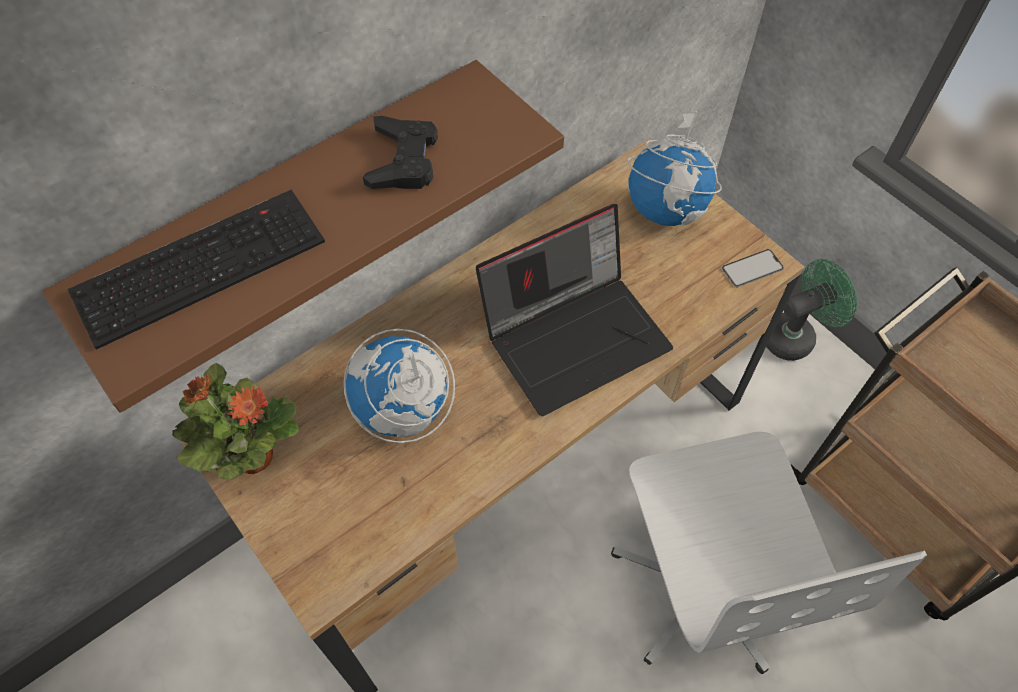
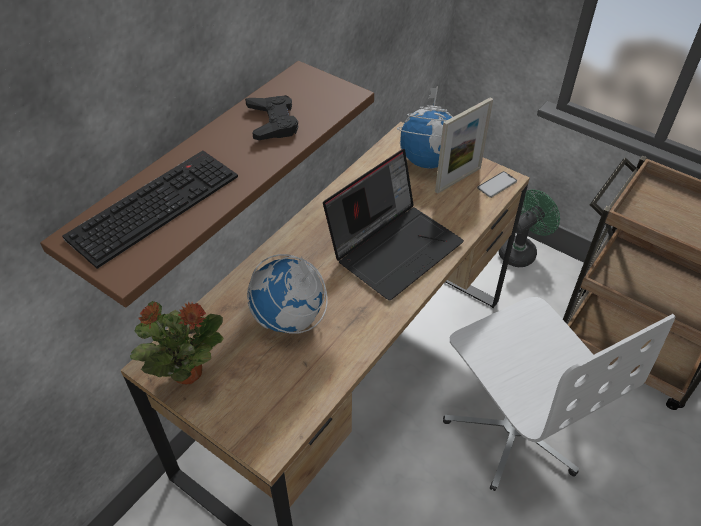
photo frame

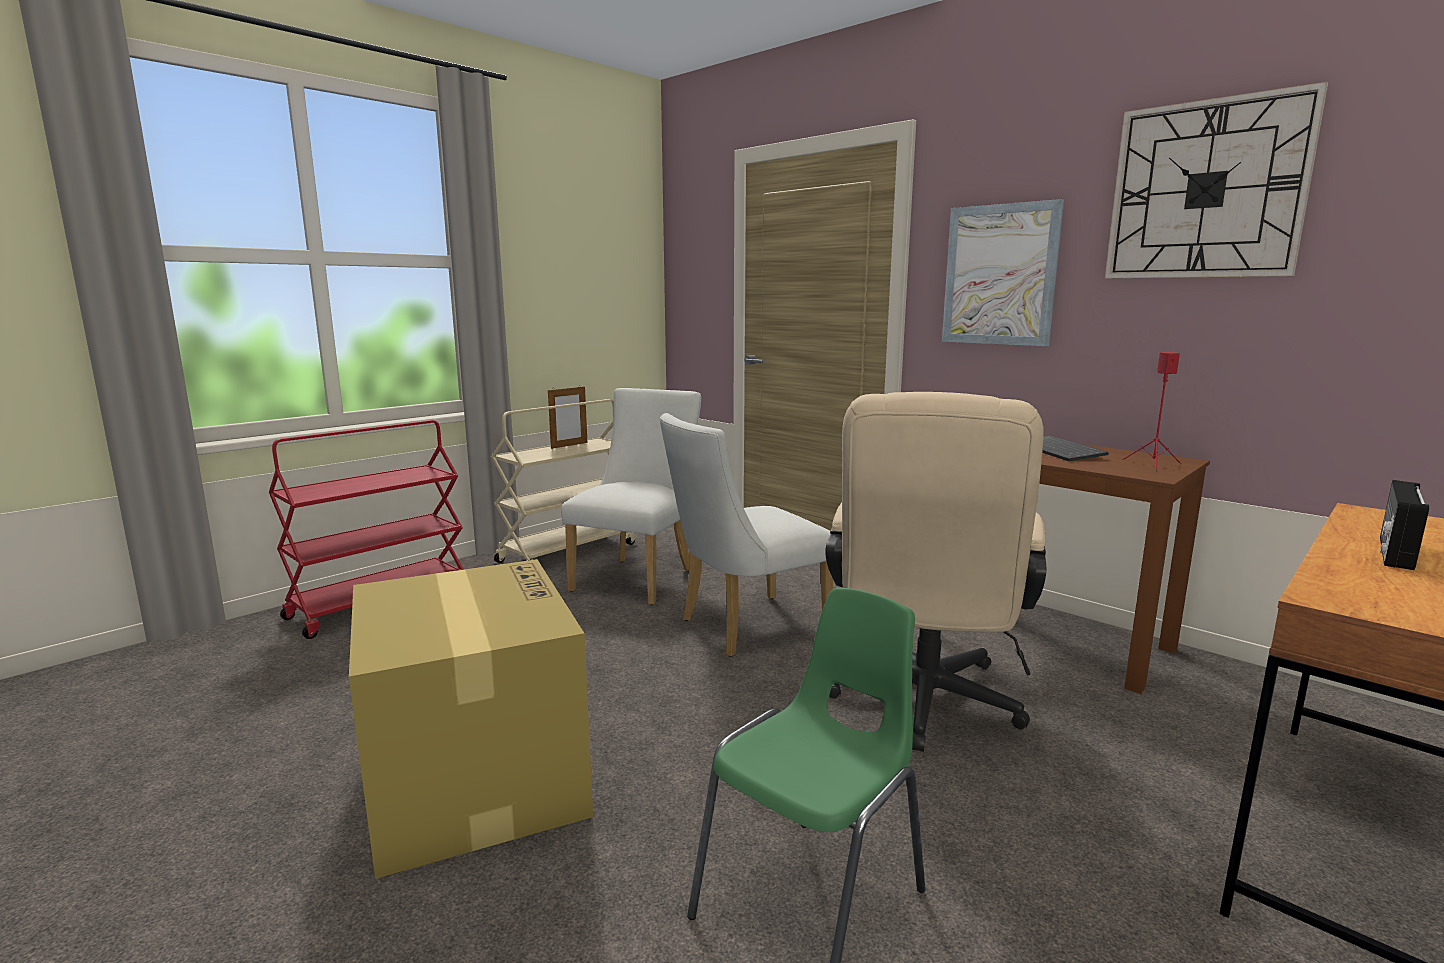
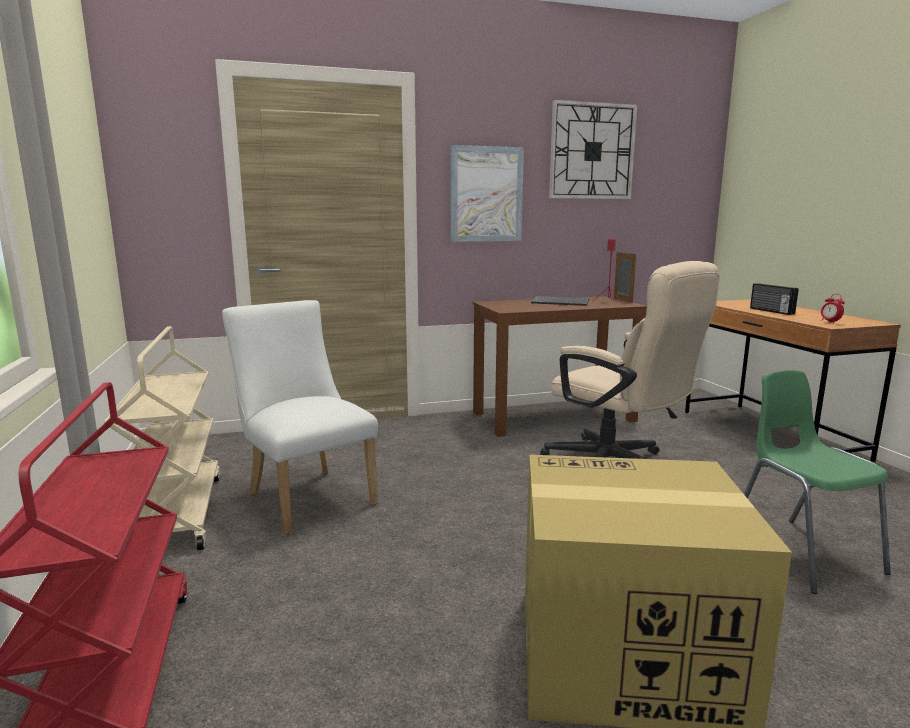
whitish plain chair (no. 2 from left in the first image)
bedside clock
photo frame

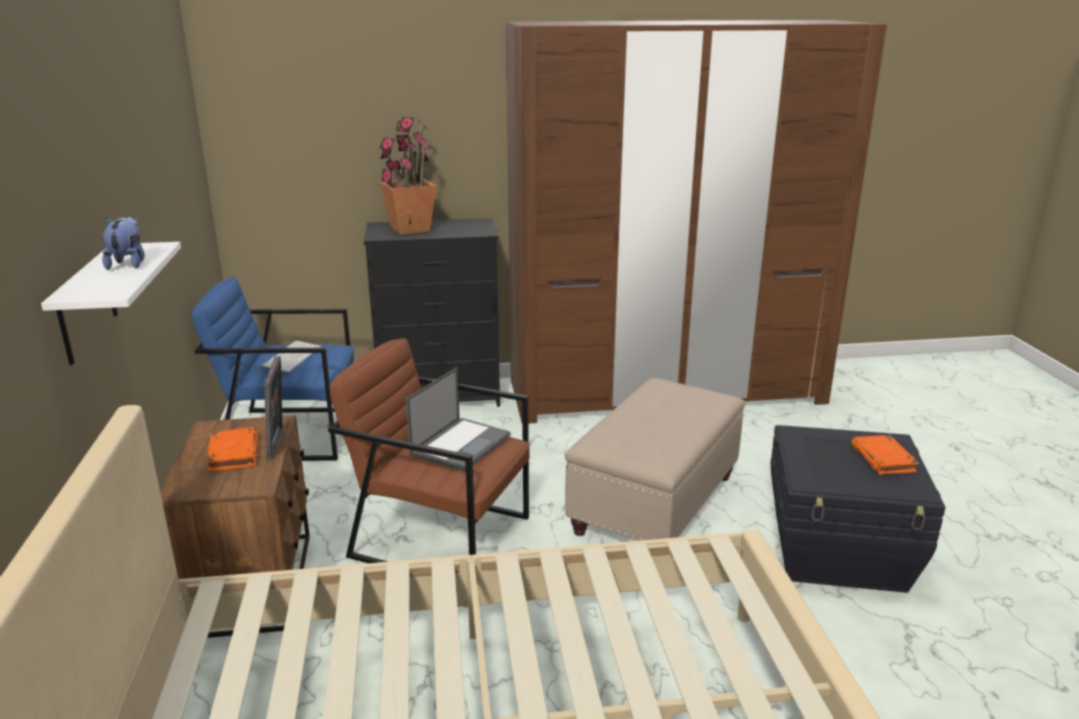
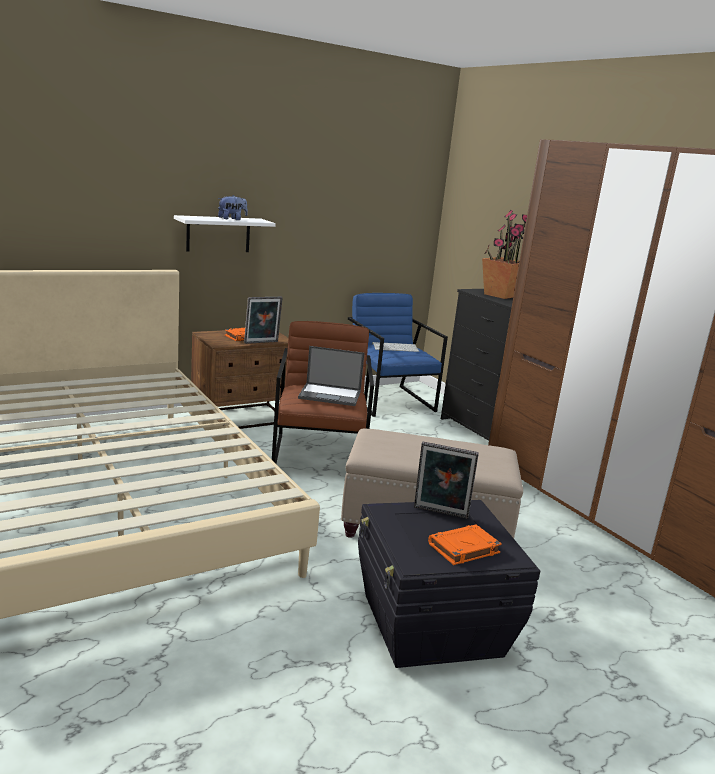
photo frame (no. 2 from left)

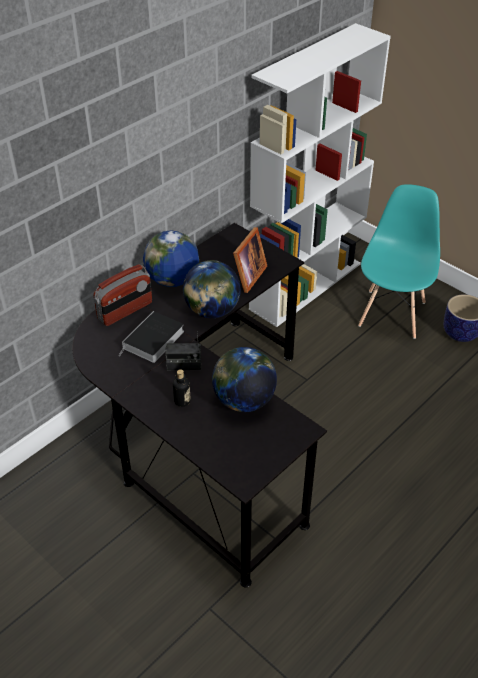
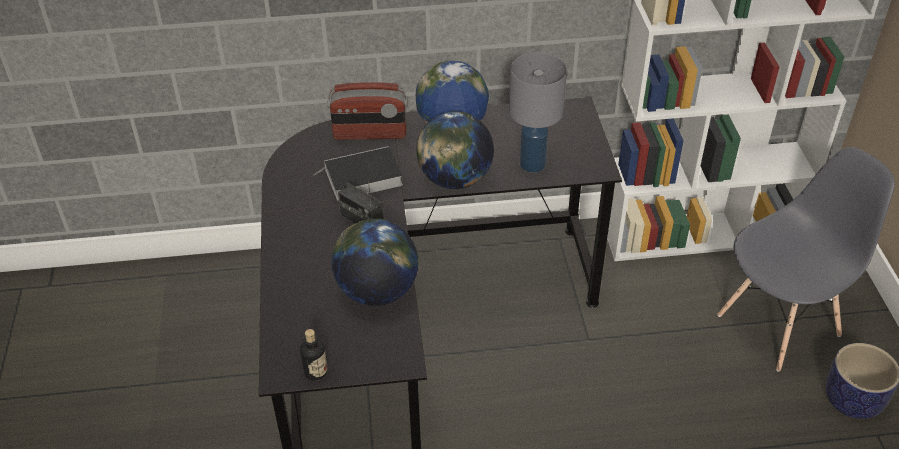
bottle
gray lamp for a table
gray plain chair

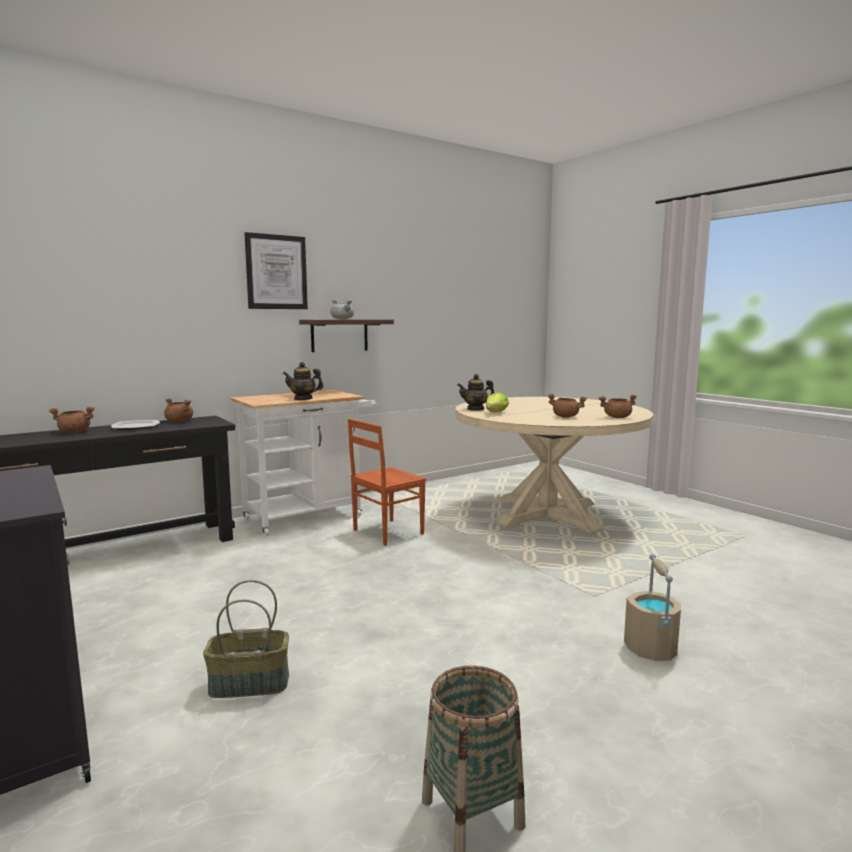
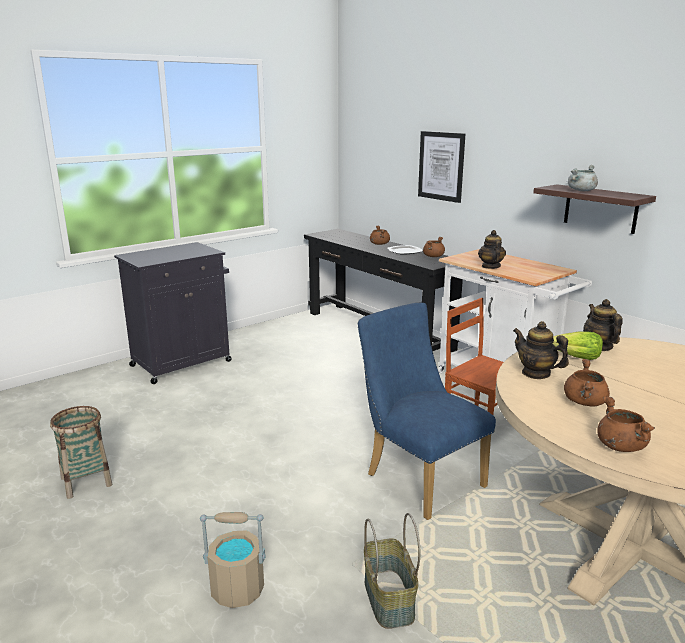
bluish plain chair
teapot (no. 2 from left)
storage basket (no. 2 from left)
picture

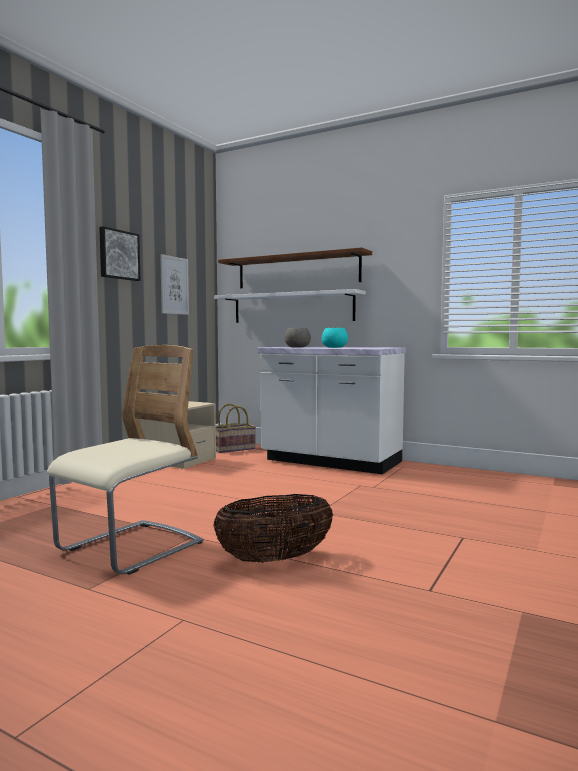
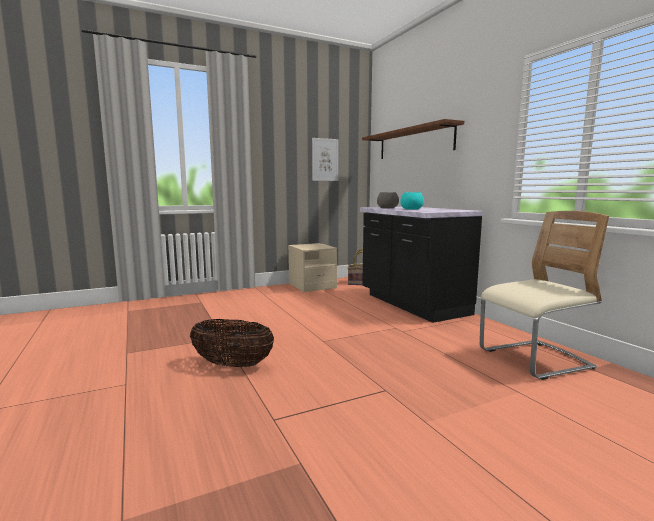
picture (no. 1 from left in the first image)
whitish bracket shelf
sand-coloured plain chair
blackish kitchen base unit

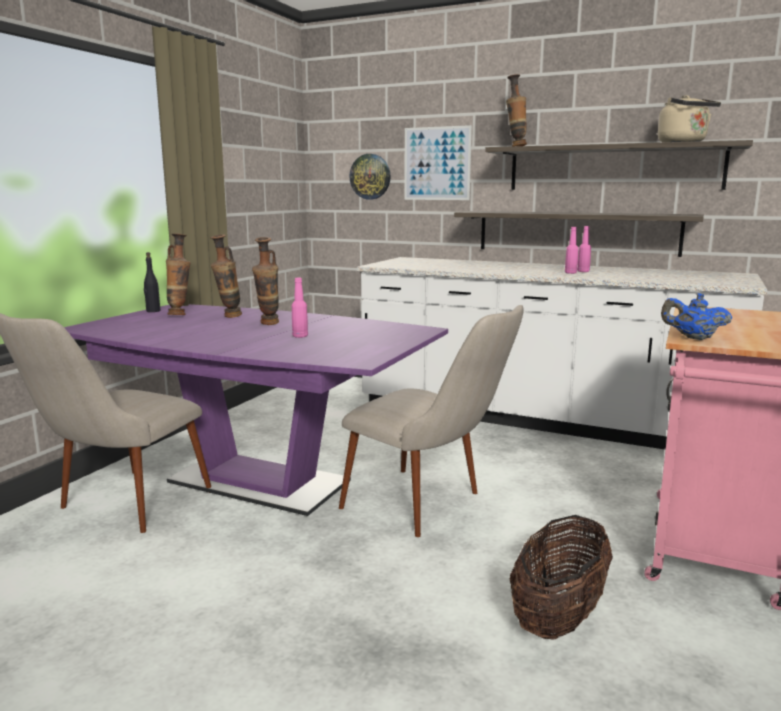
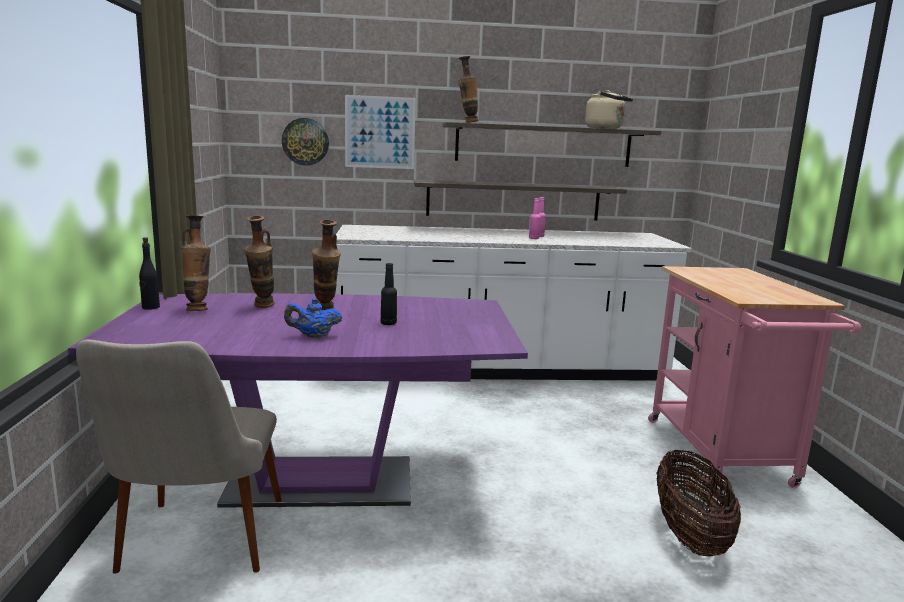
sand-coloured plain chair (no. 2 from left in the first image)
bluish teapot
blackish bottle (no. 2 from left)

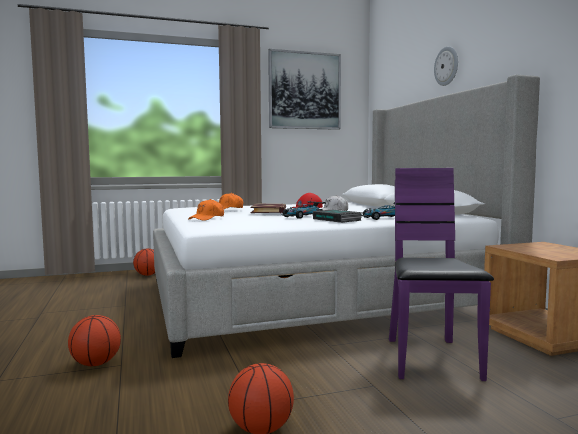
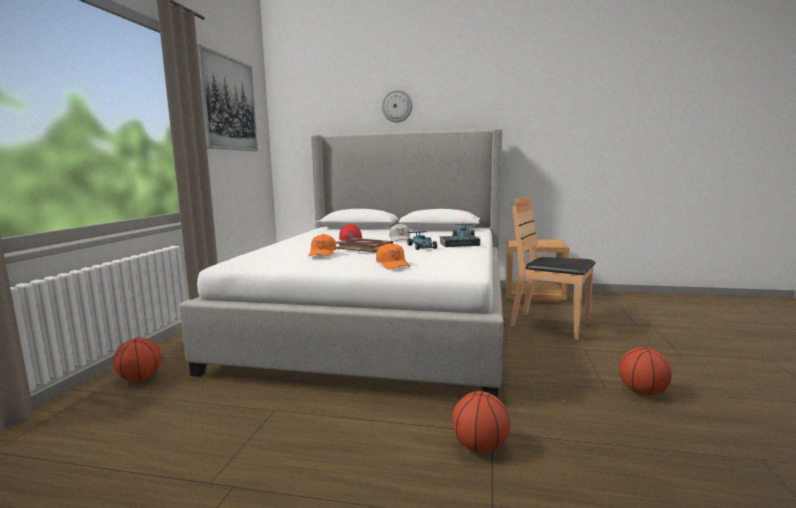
brown-coloured plain chair

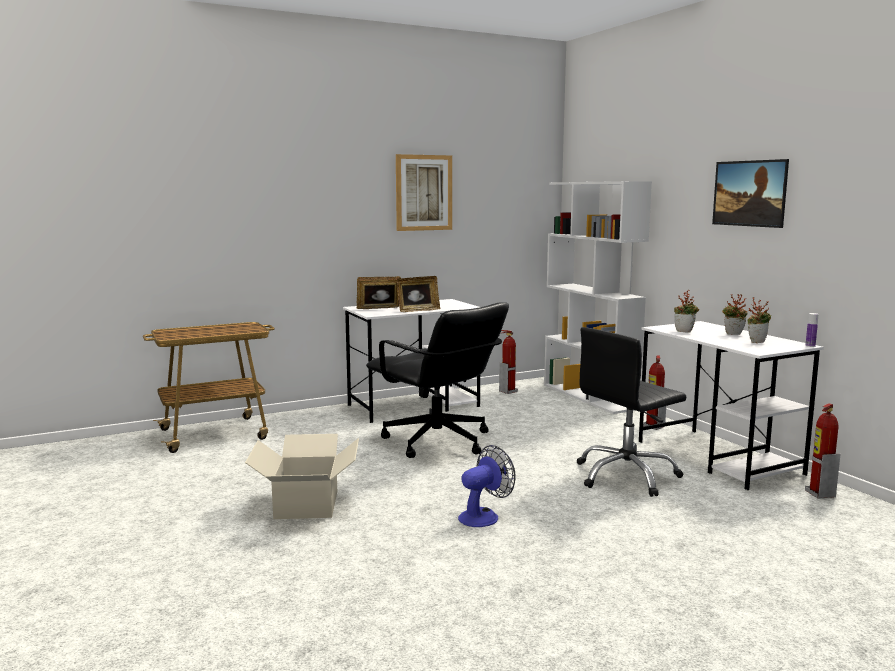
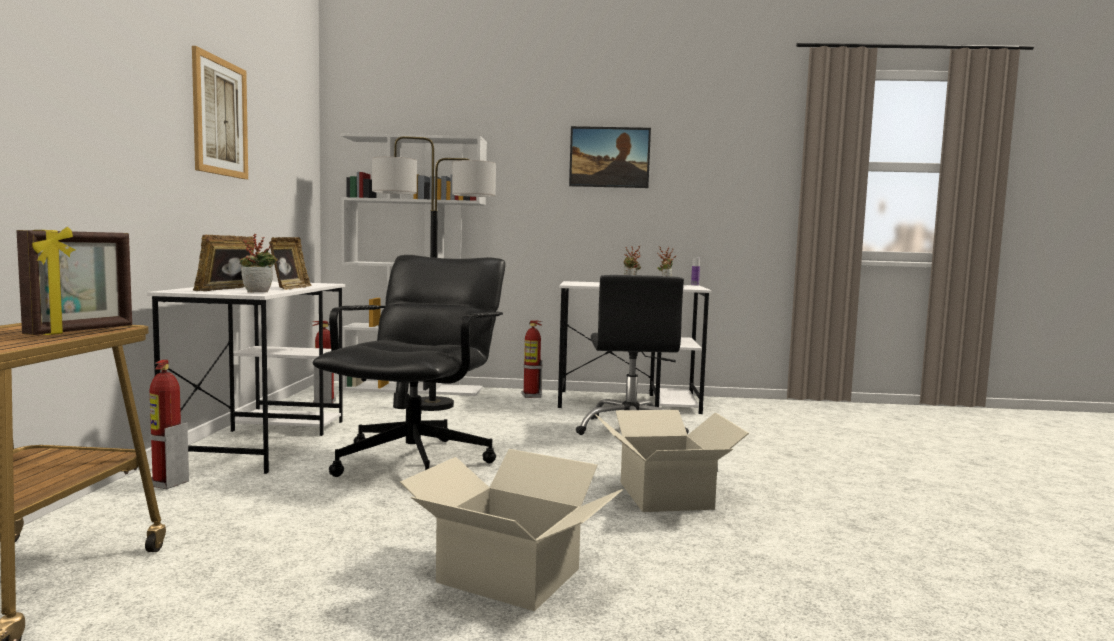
photo frame (no. 1 from left)
standing lamp
plant in a pot (no. 1 from left)
fire-fighting cylinder (no. 1 from left)
cardboard box (no. 2 from left)
blackish office chair (no. 1 from left)

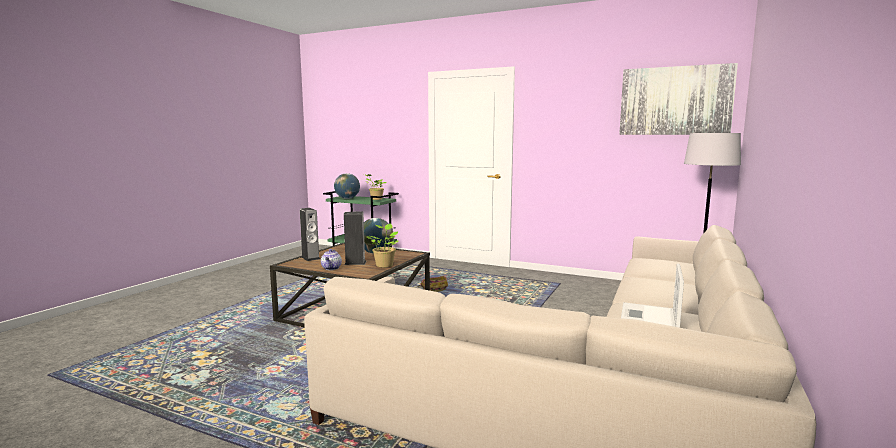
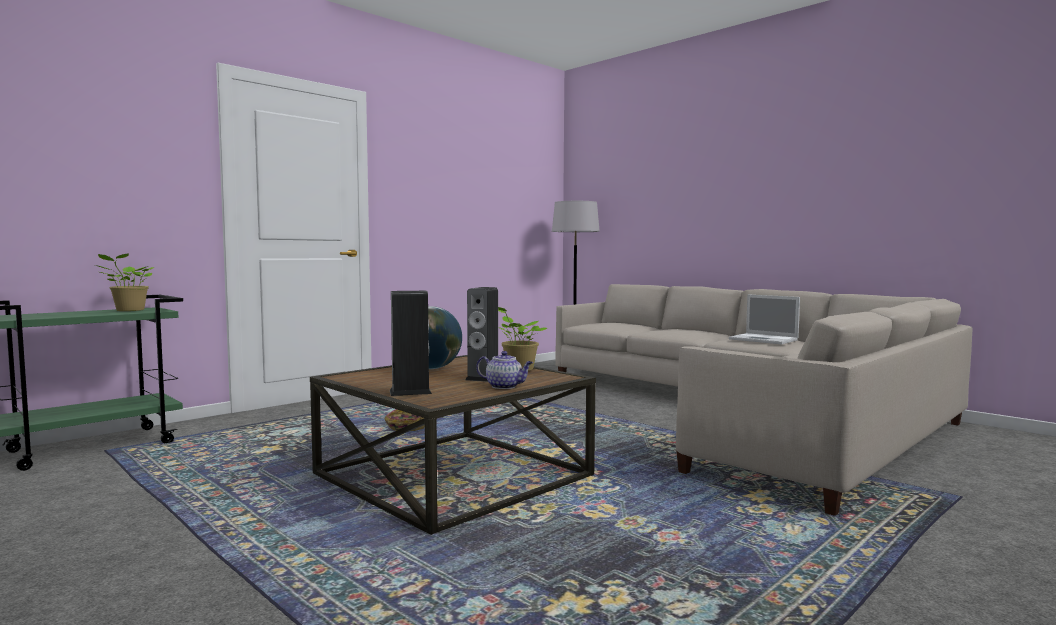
desk globe (no. 1 from left in the first image)
picture

